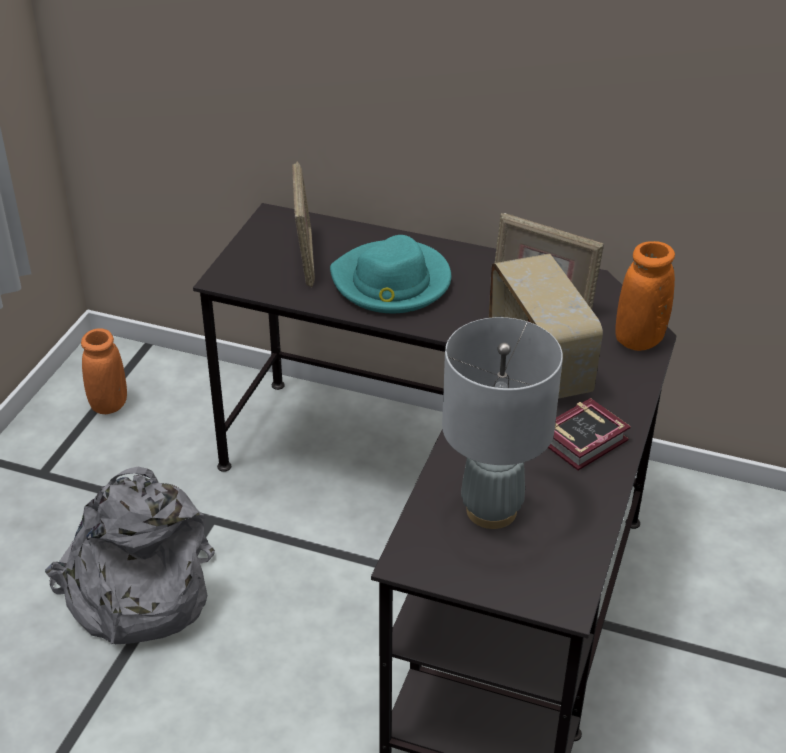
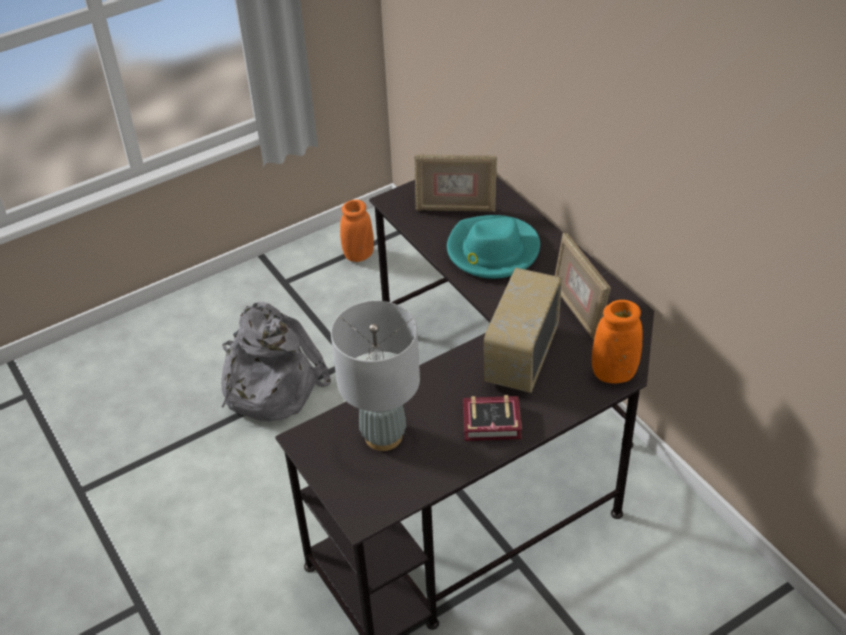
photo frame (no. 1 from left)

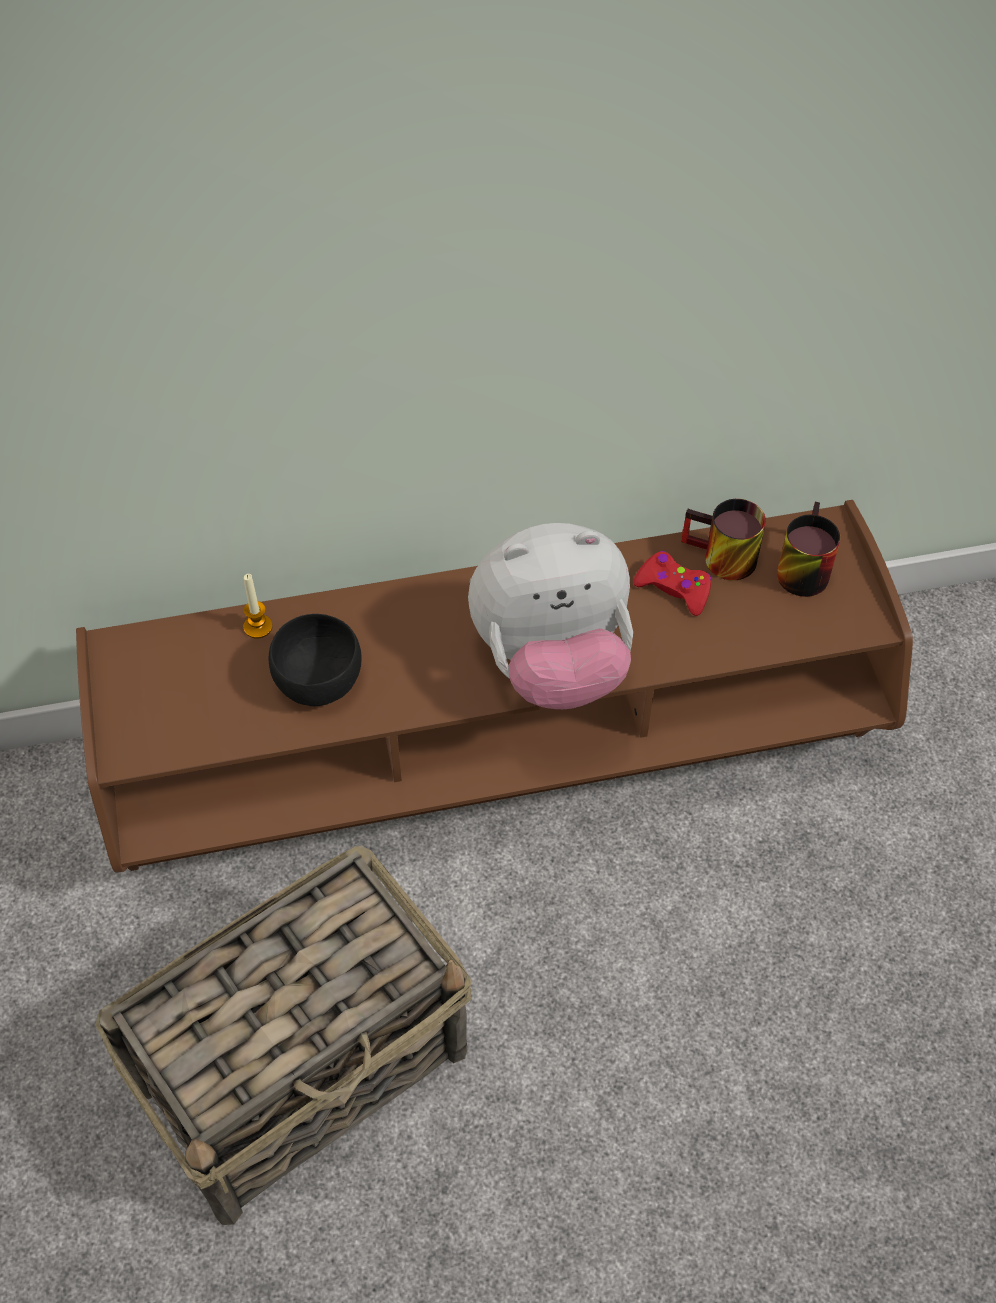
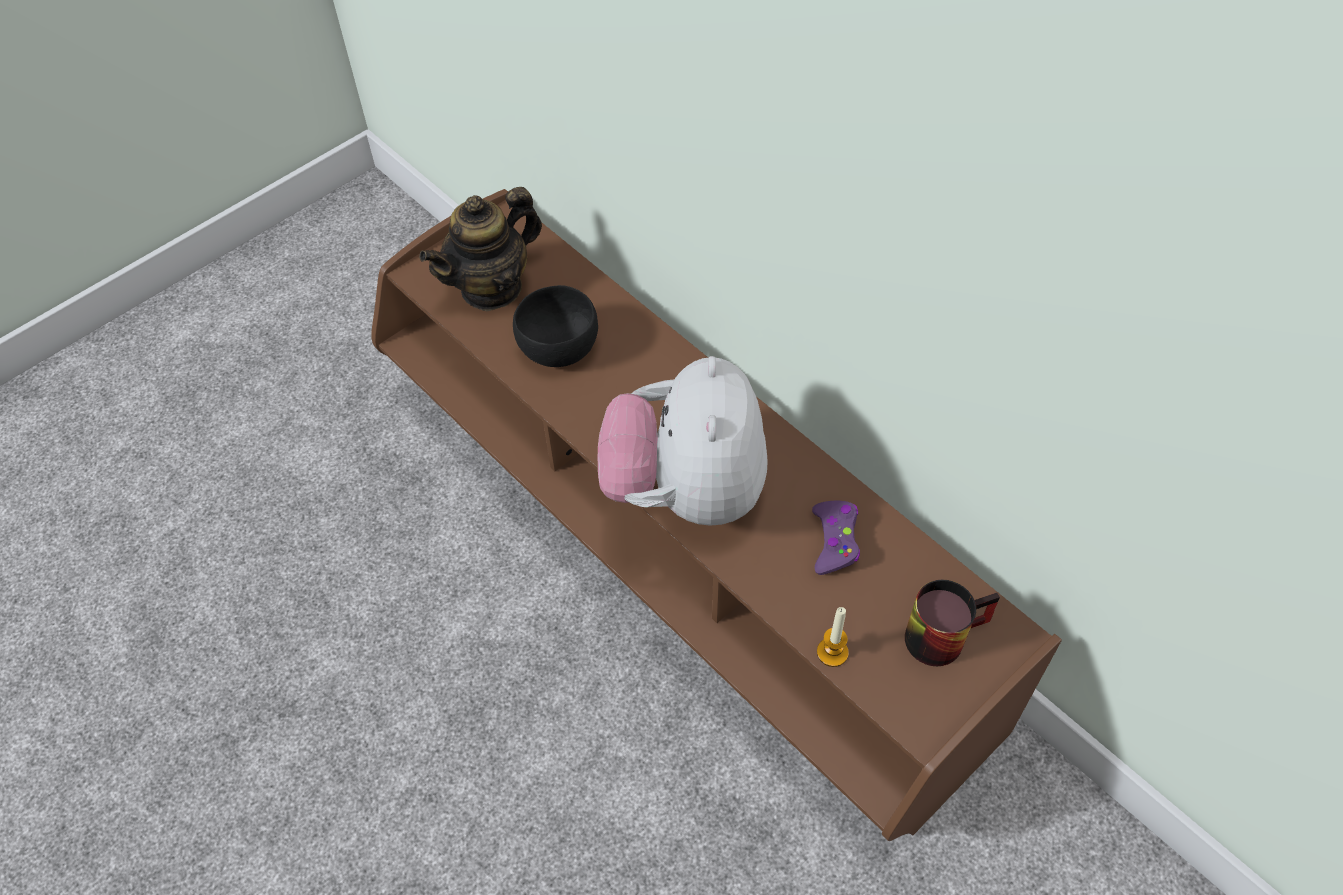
storage basket
tea mug (no. 1 from left in the first image)
teapot
wax candle
purple gamepad
plush toy

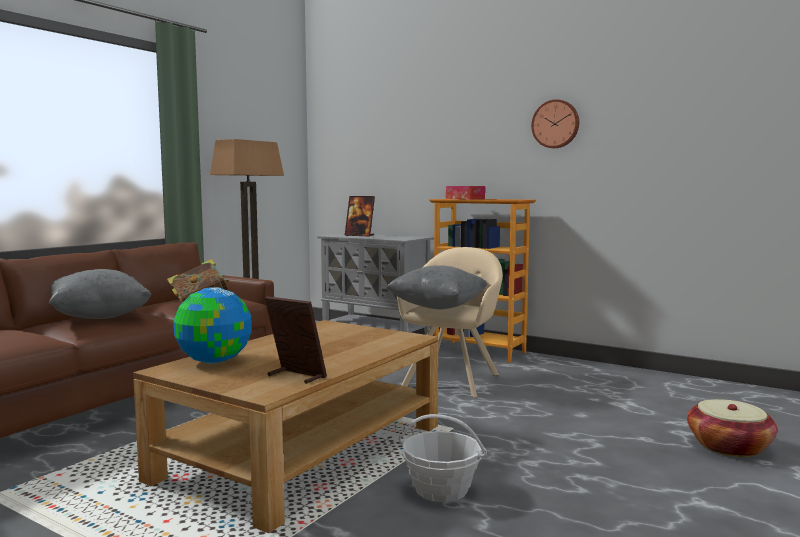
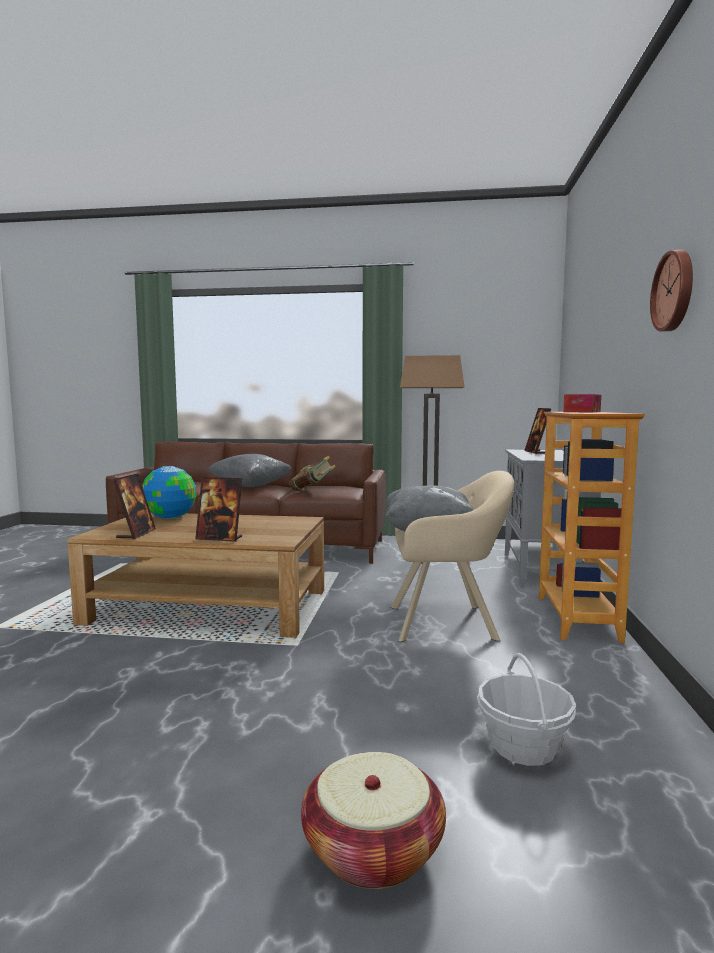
photo frame (no. 2 from left)
storage basket (no. 2 from left)

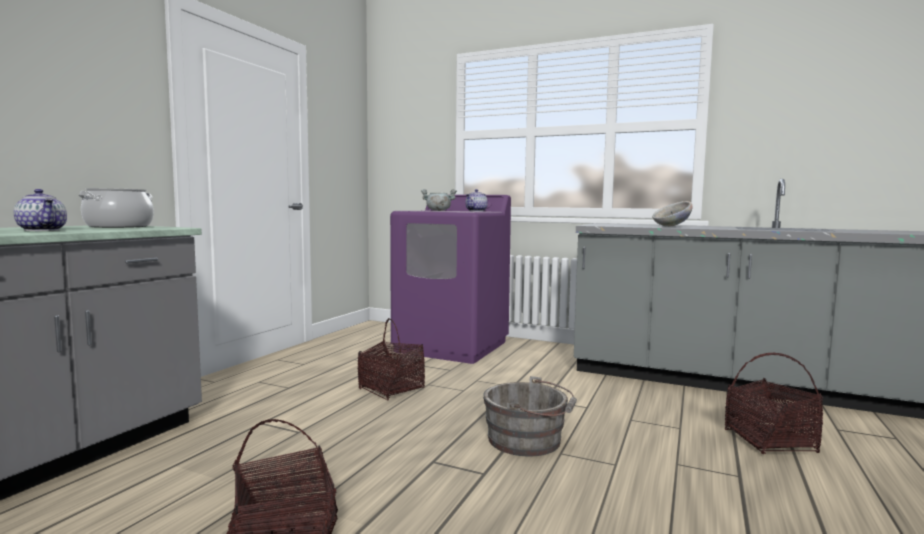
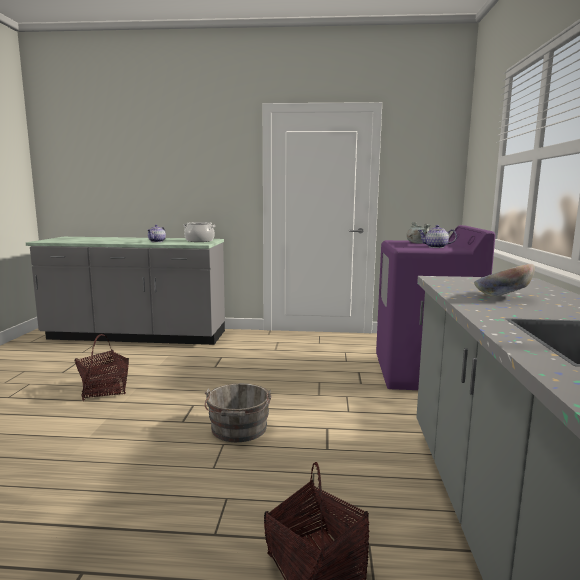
storage basket (no. 2 from left in the first image)

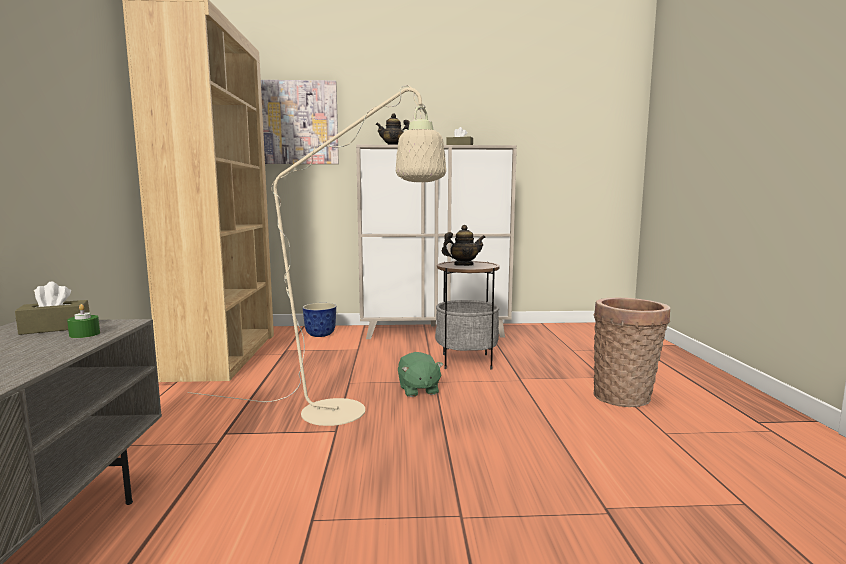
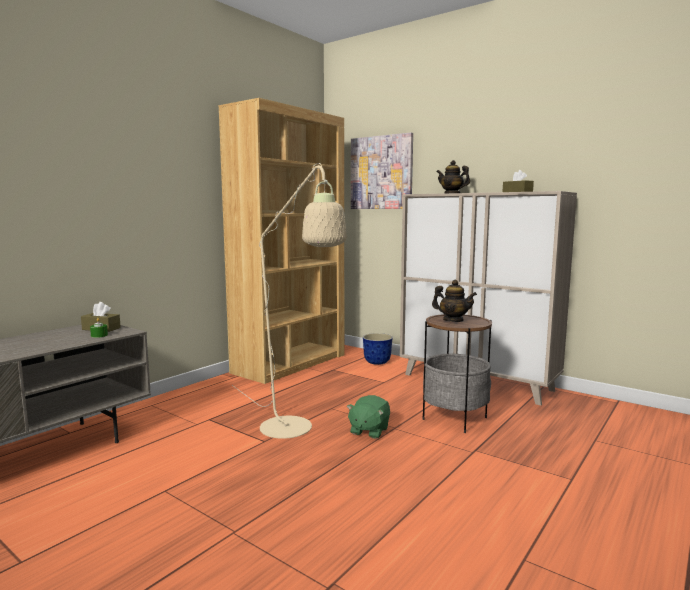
storage basket

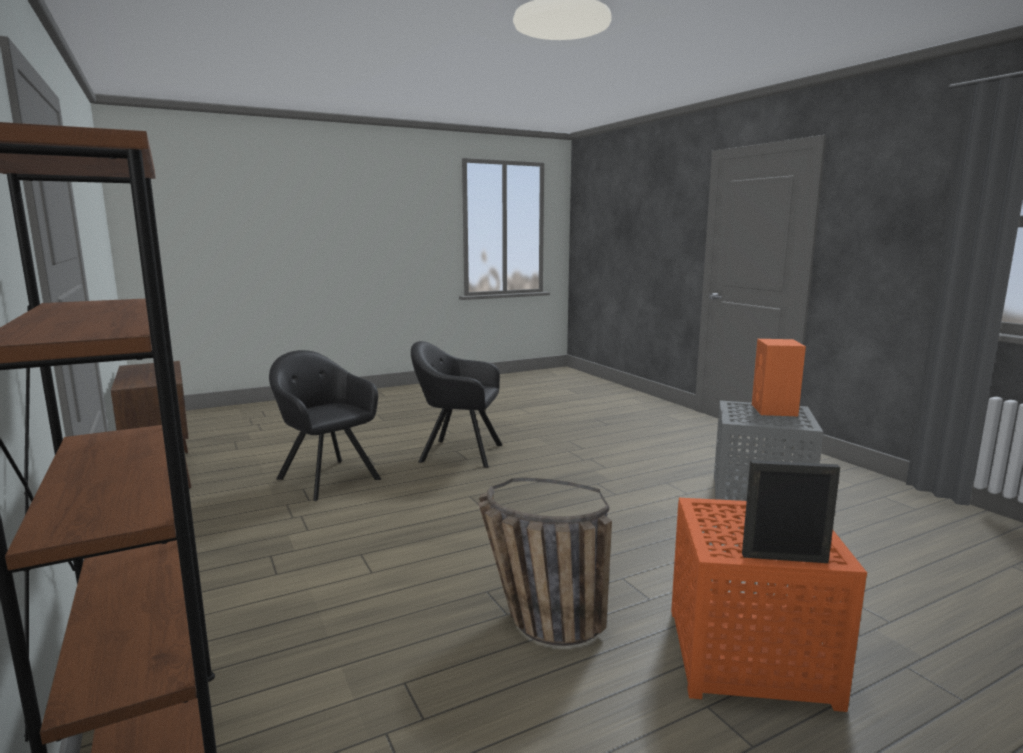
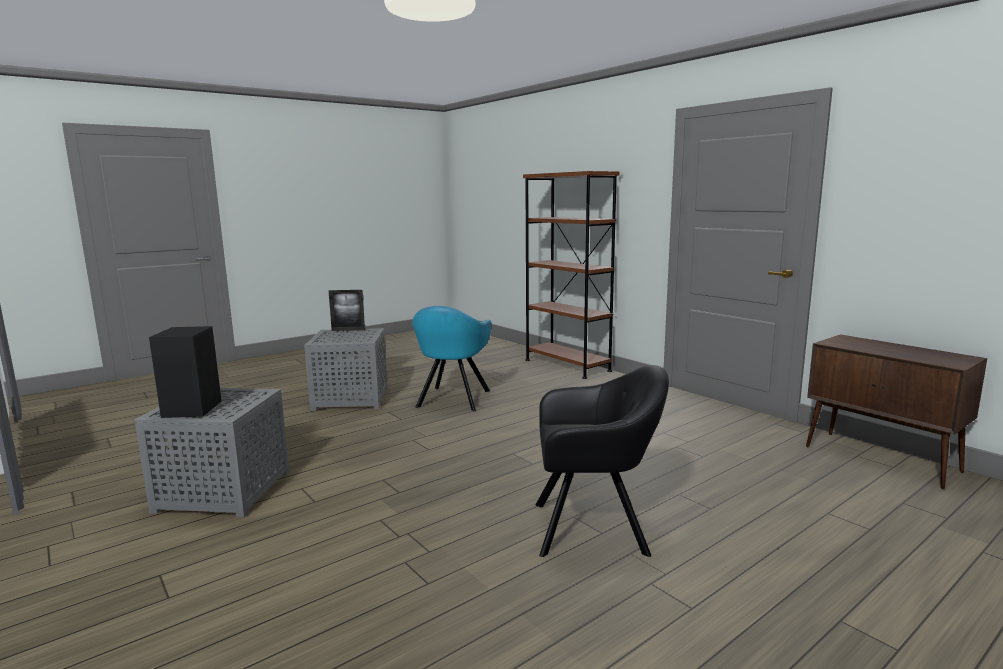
blackish lounge chair (no. 1 from left in the first image)
blue-green lounge chair
gray side table (no. 2 from left)
blackish loudspeaker

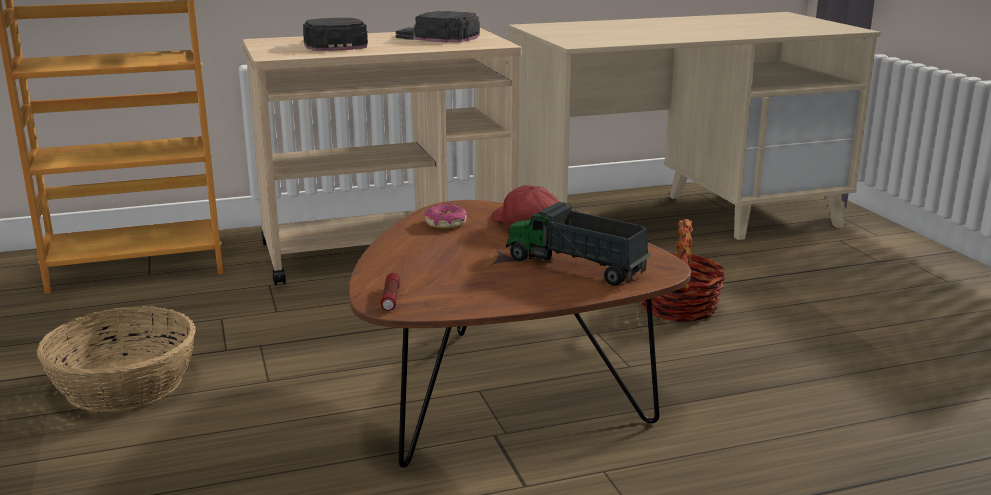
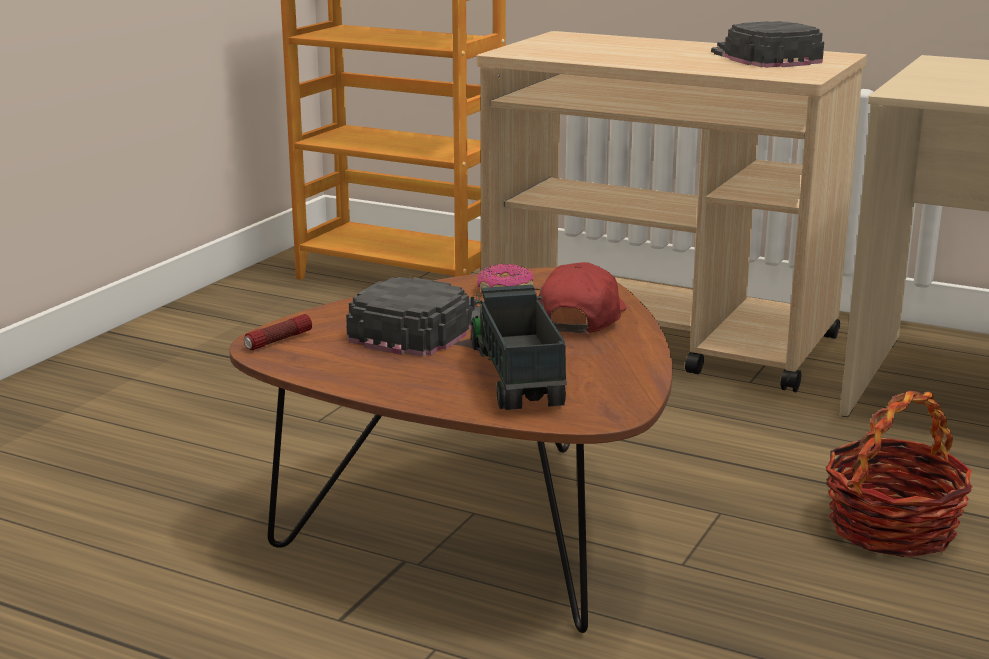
storage basket (no. 1 from left in the first image)
blackish cap (no. 1 from left)

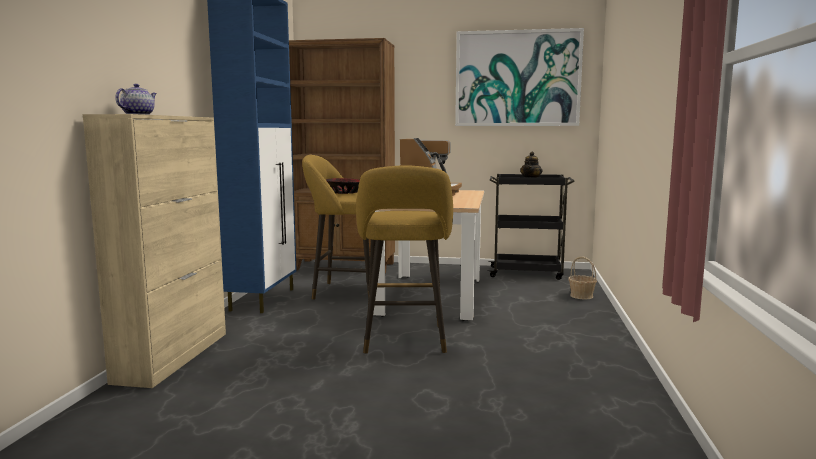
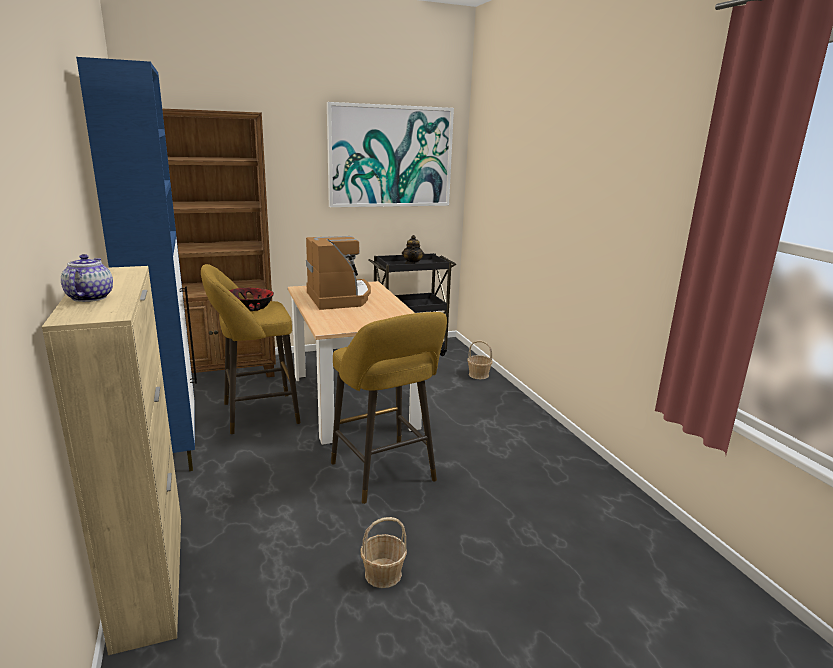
storage basket (no. 1 from left)

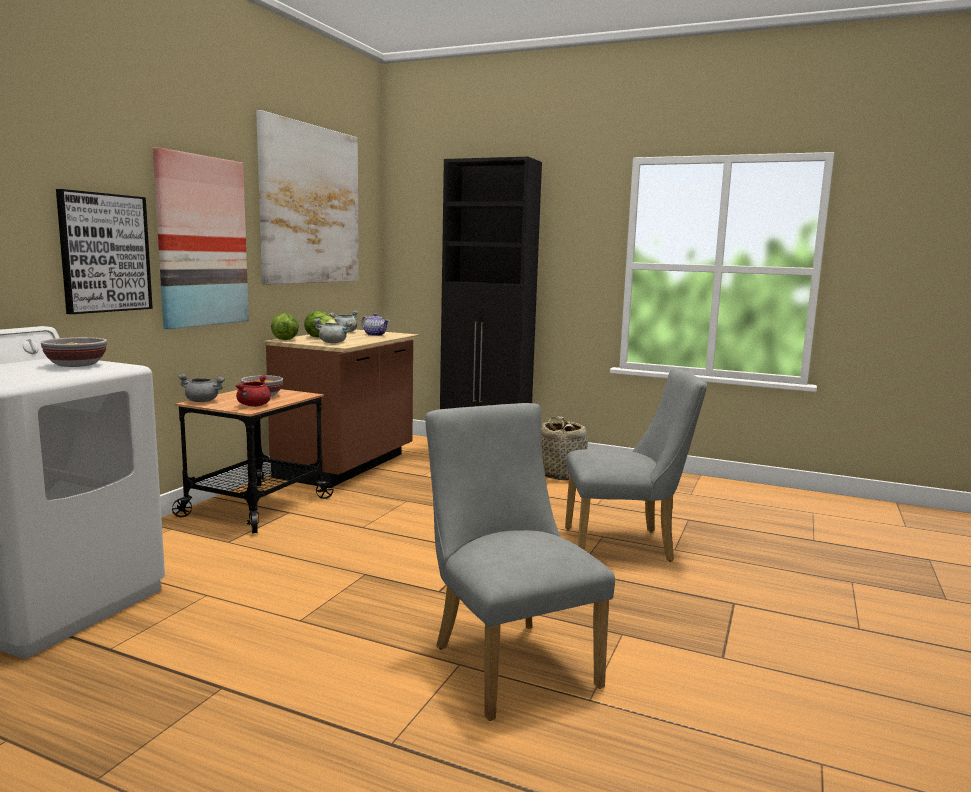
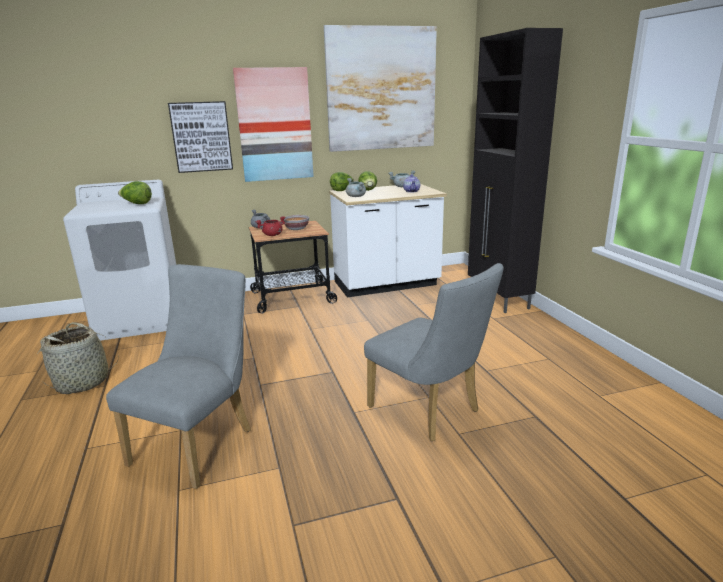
storage basket
lettuce head (no. 1 from left)
whitish kitchen base unit

